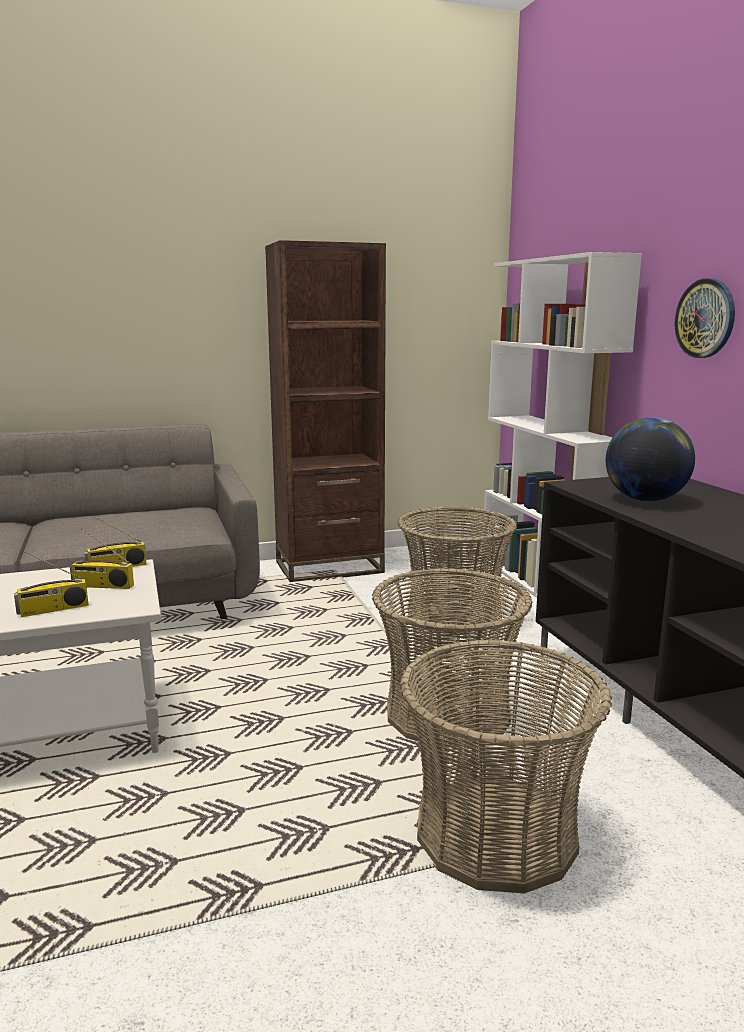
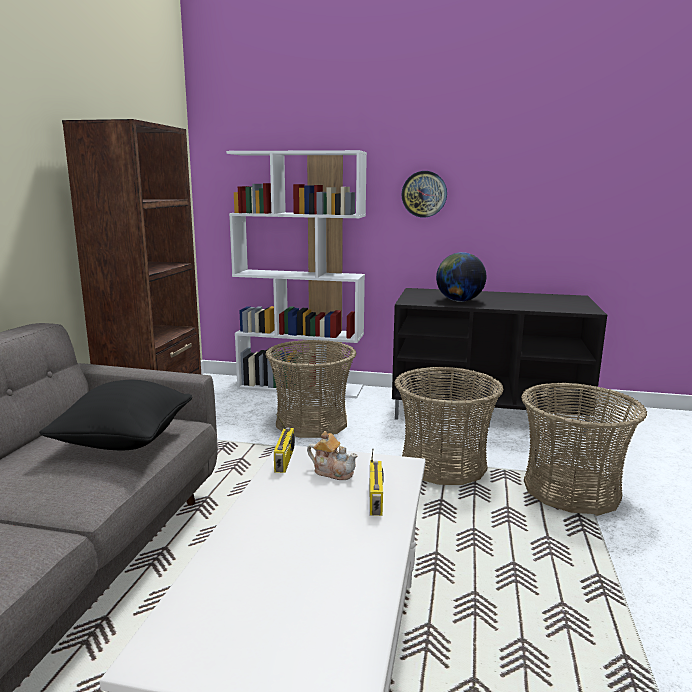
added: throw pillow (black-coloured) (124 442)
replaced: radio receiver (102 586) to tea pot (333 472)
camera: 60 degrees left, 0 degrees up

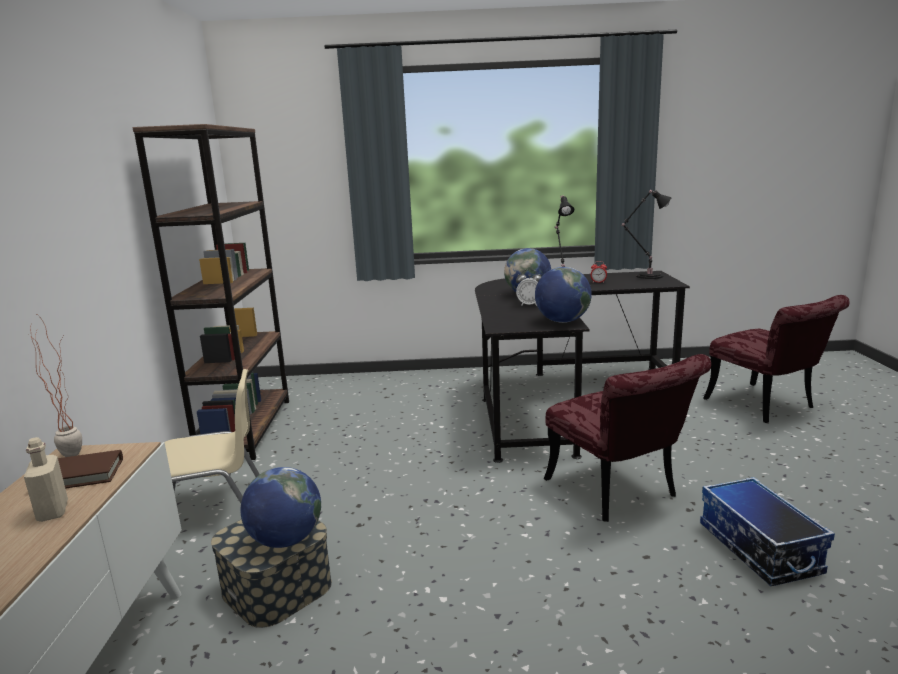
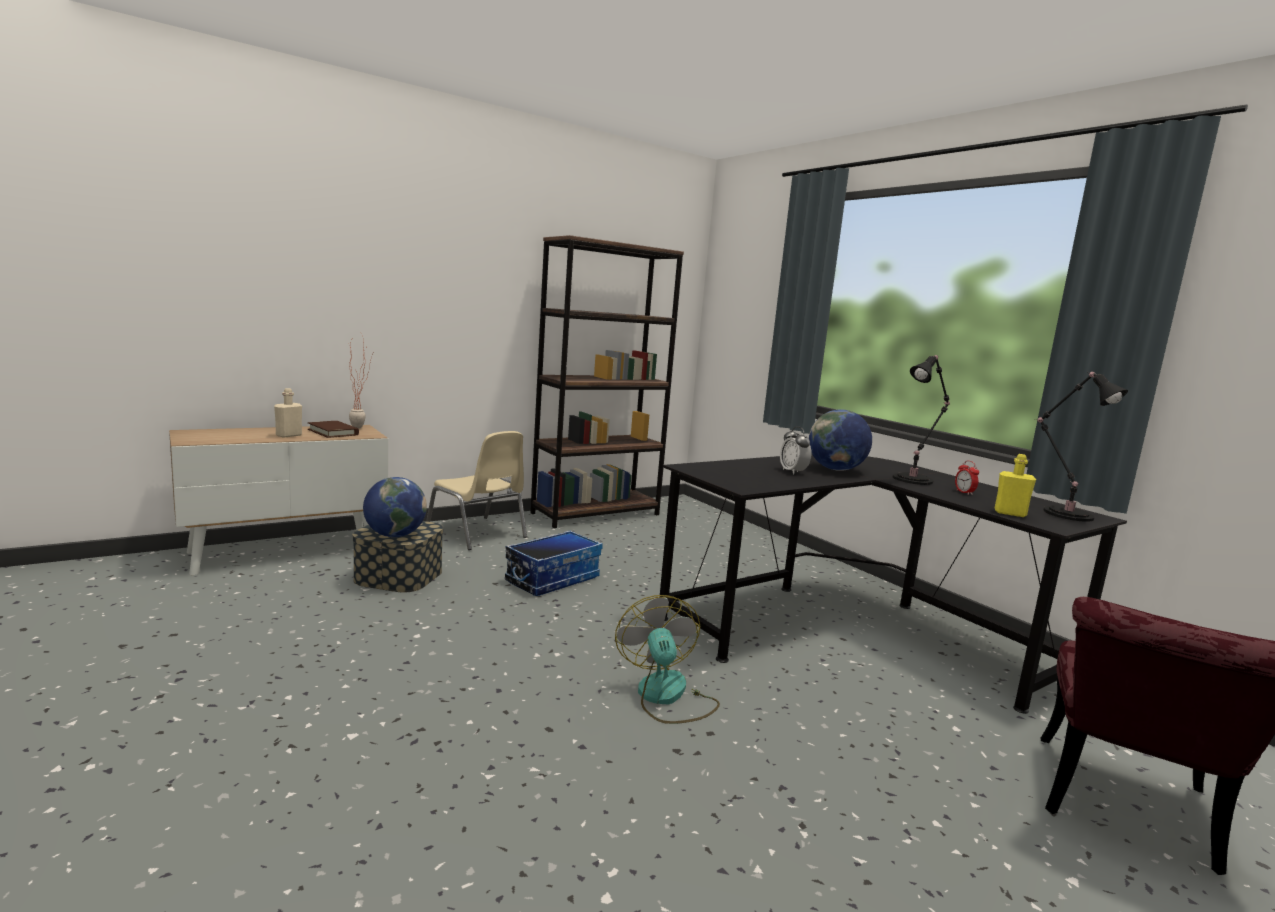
removed: desk globe (562 321)
added: beverage bottle (yellow-coloured) (1010 513)
moved: storage box (757 548) to (552 579)
replaced: upright chair (red) (619 493) to cooling fan (666 697)
camera: 55 degrees right, 5 degrees down

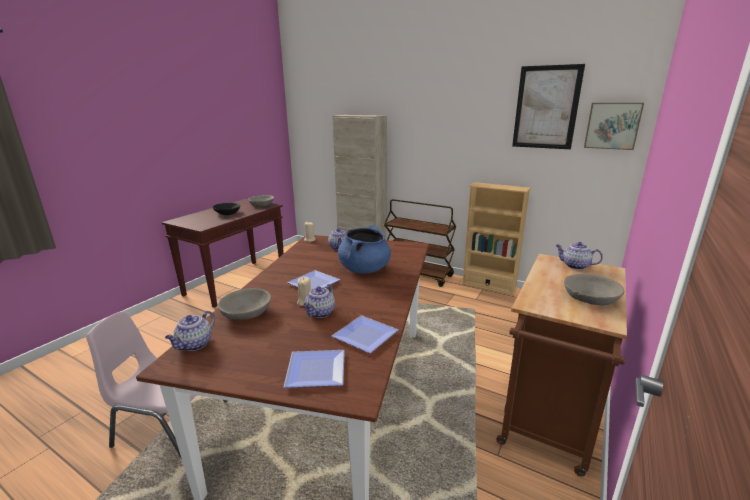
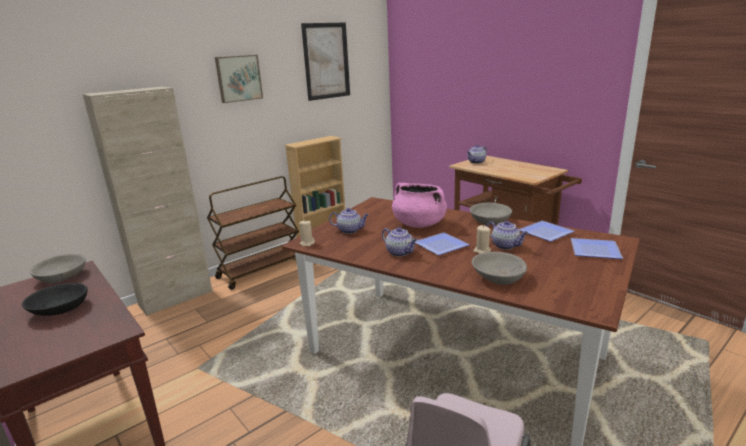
moved: tea pot (194 345) to (400 252); deep dish (grey) (590 299) to (490 221); wall art (612 125) to (238 78)
recoloured: cooking pot (blue) (364 269) to cooking pot (pink-coloured) (418 224)
camera: 70 degrees left, 0 degrees up

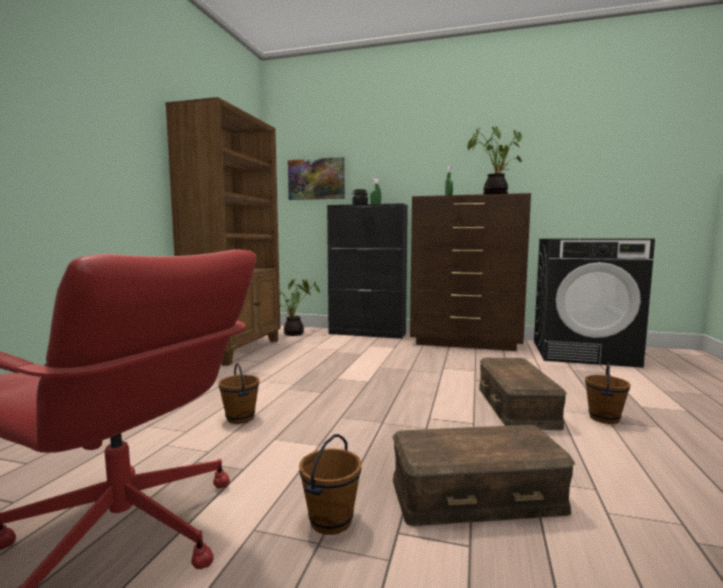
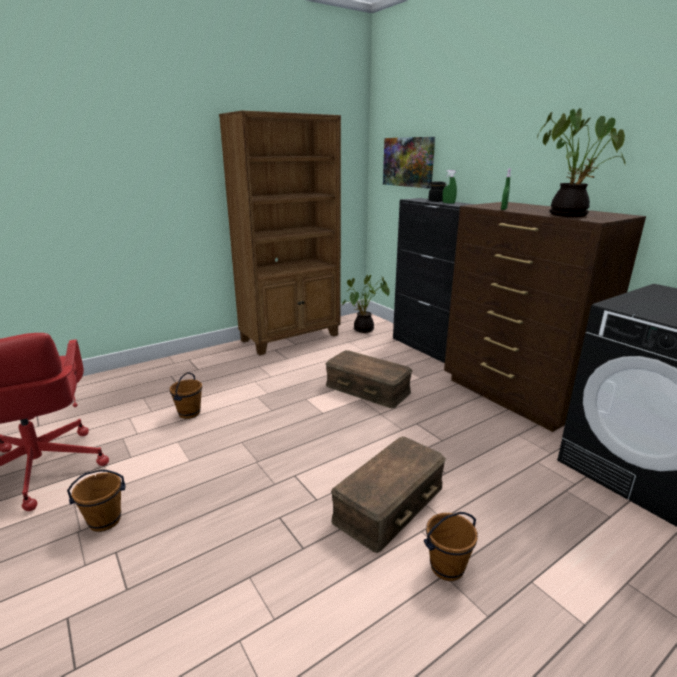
moved: storage box (brownish) (475 494) to (368 388)
camera: 40 degrees right, 15 degrees up

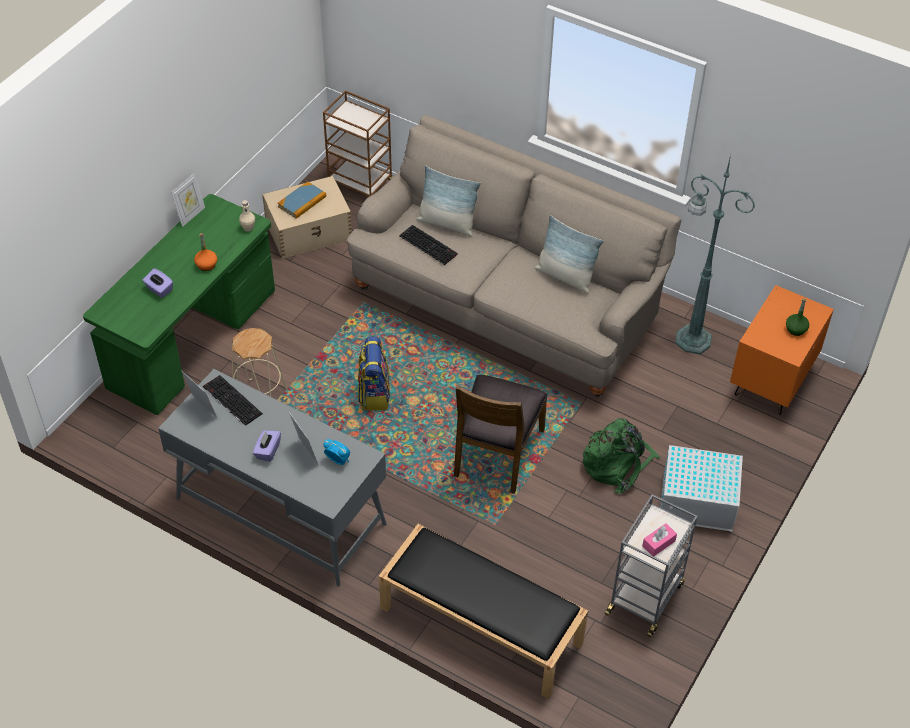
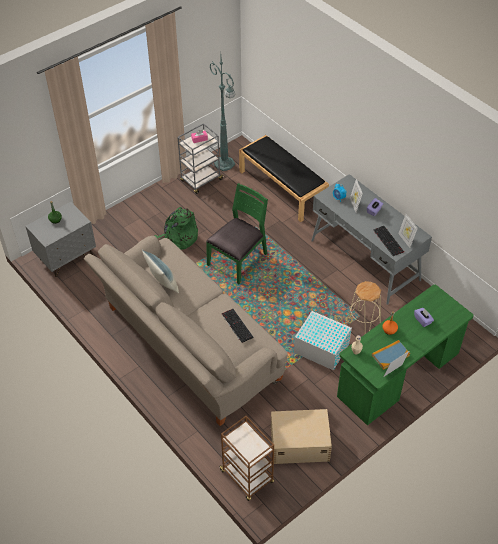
removed: rucksack (374 393); throw pillow (447 224)
moved: volume (302 202) to (390 355); storage box (whitish) (699 501) to (321 347); floor lamp (green) (691 339) to (225 164)
recoloured: upright chair (brownish) (497 453) to upright chair (green) (238 260); night table (orangey) (771 382) to night table (grey) (66 258)
camera: 160 degrees left, 0 degrees up

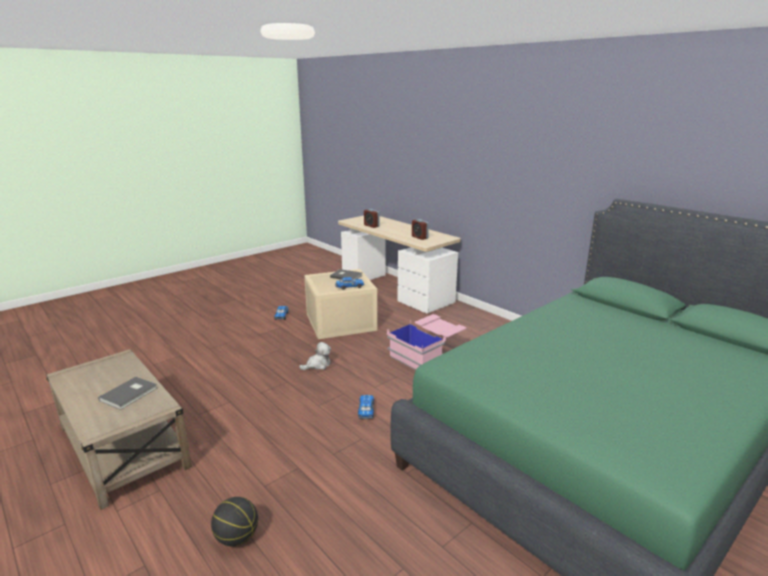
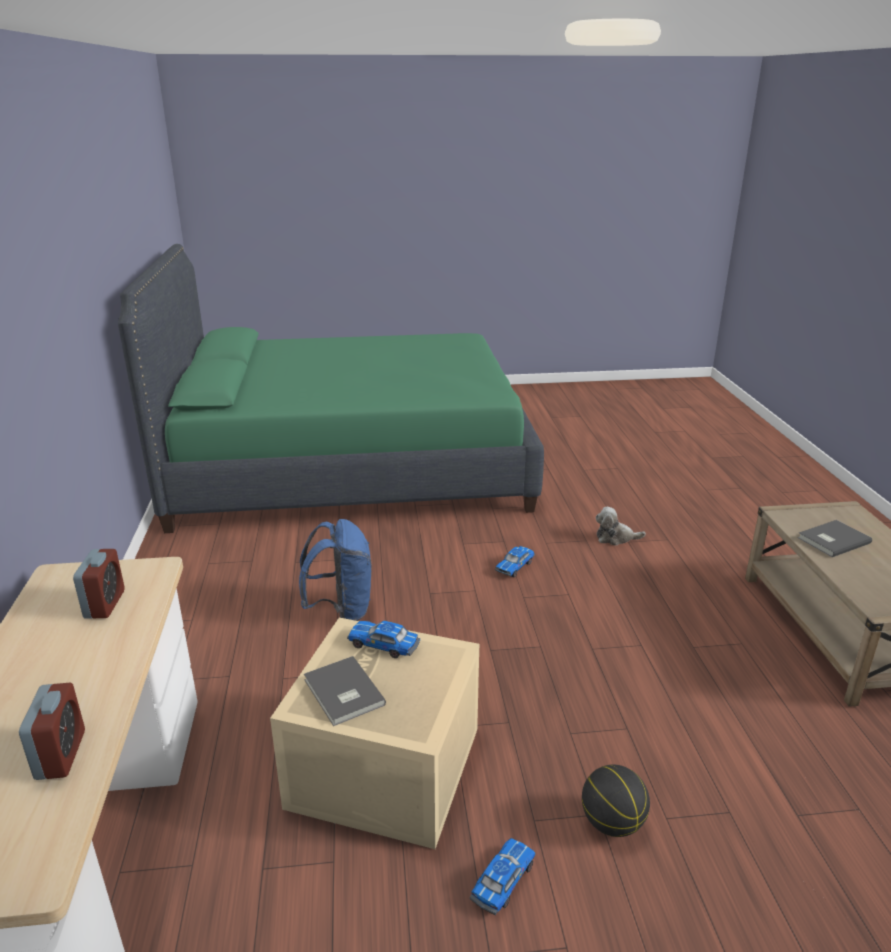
moved: basketball (237 537) to (612 823); cuddly toy (317 365) to (615 538)
replaced: storage box (pink-coloured) (427 354) to rucksack (blue) (341 610)
camera: 145 degrees left, 5 degrees up

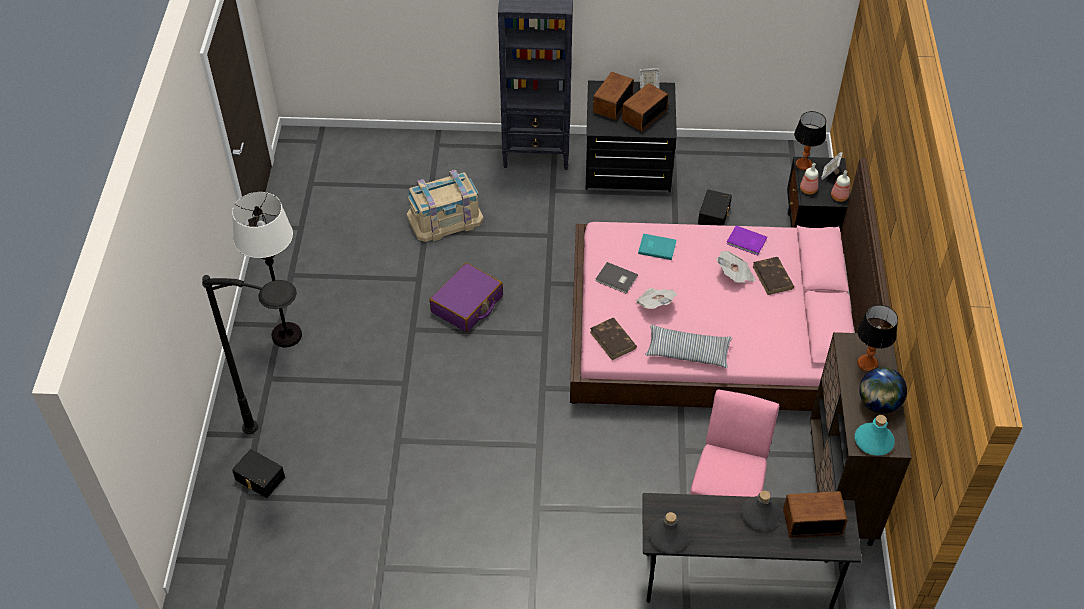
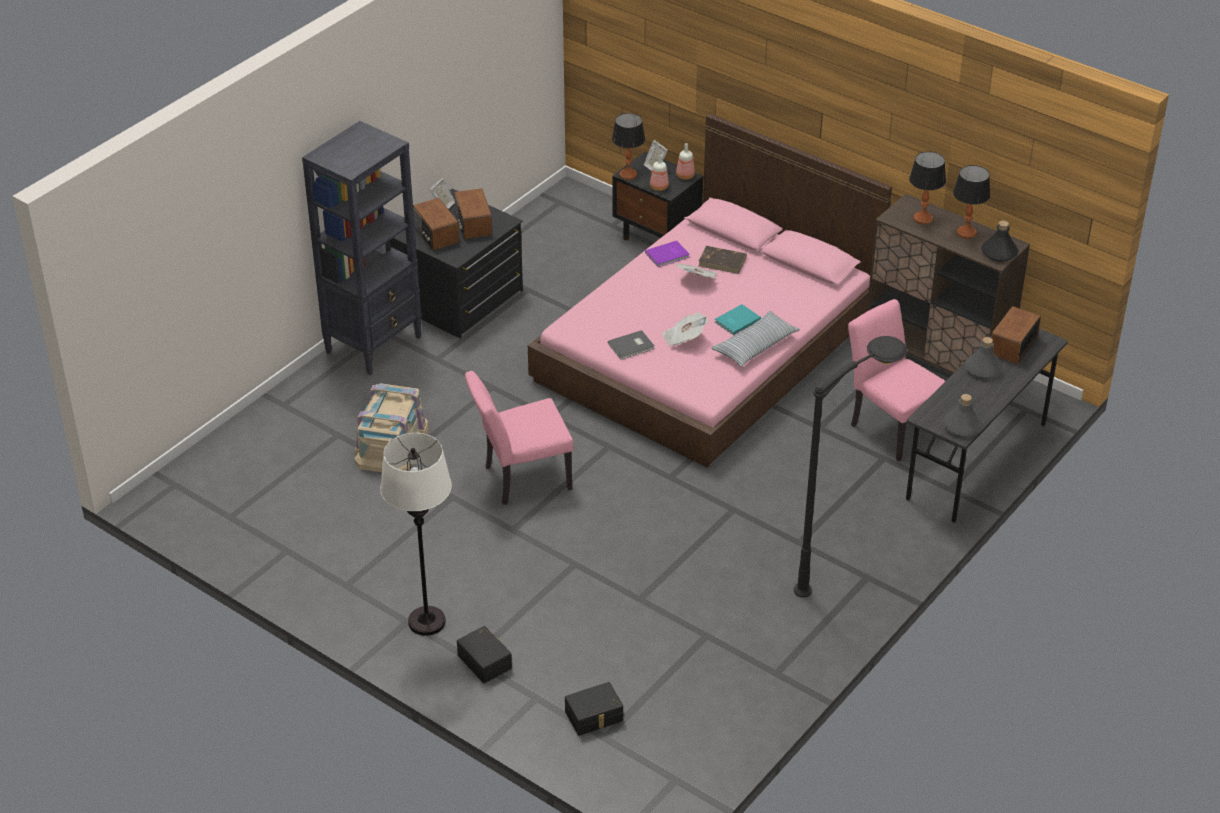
removed: volume (brownish) (613 340)
moved: floor lamp (black-coloured) (295 441) to (846 567); volume (blue-green) (656 247) to (736 321); storage box (black-coloured) (715 215) to (485 661)
replaced: travel case (purplish) (467 304) to upright chair (pink-coloured) (520 479); desk globe (878 403) to tabletop lamp (966 233)
recoloured: beverage bottle (blue-green) (873 441) to beverage bottle (black-coloured) (999 253)
camera: 55 degrees left, 10 degrees down

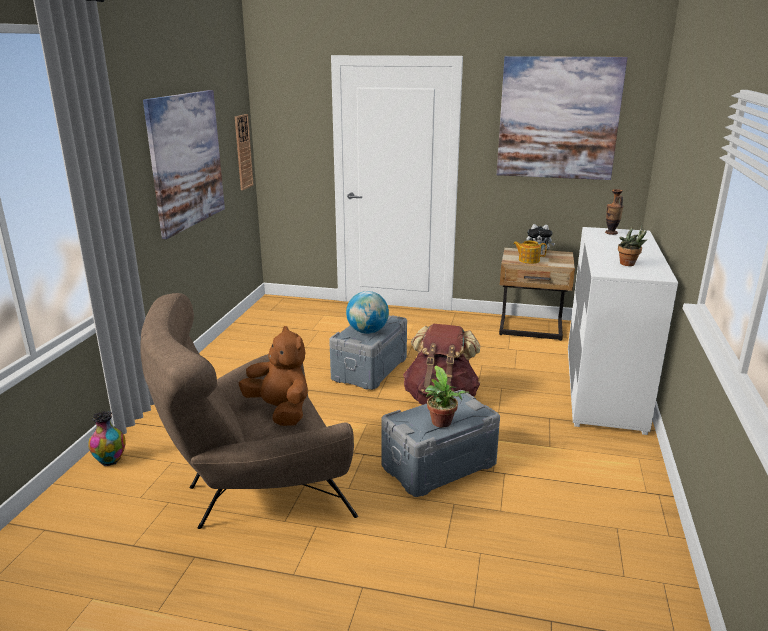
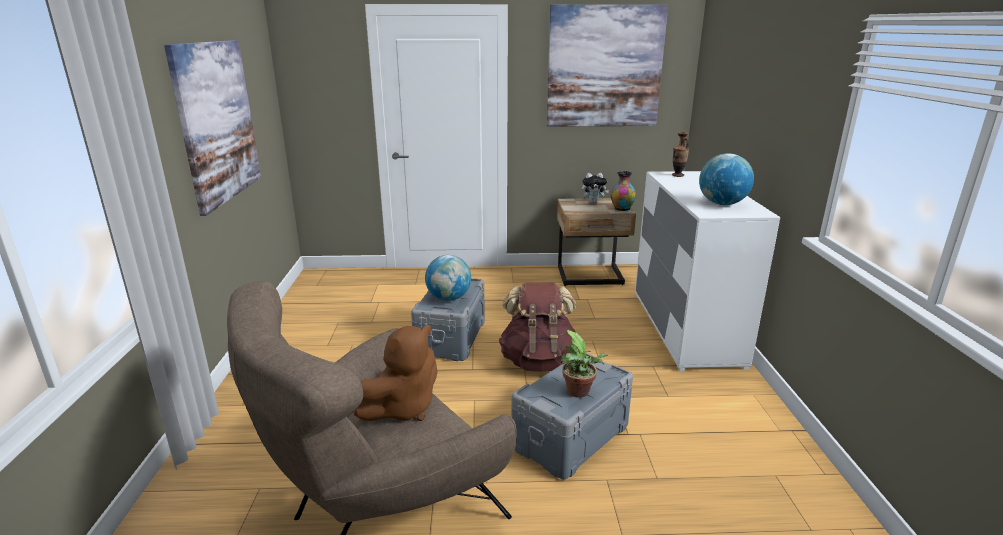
removed: hanging clock (243 152); tea pot (528 260)
moved: flower vase (110 460) to (621 209)
replaced: houseplant (629 264) to desk globe (722 204)
turned: cuddly toy (brownish) (280 411) = (403 408) 105 degrees clockwise
camera: 15 degrees left, 0 degrees up

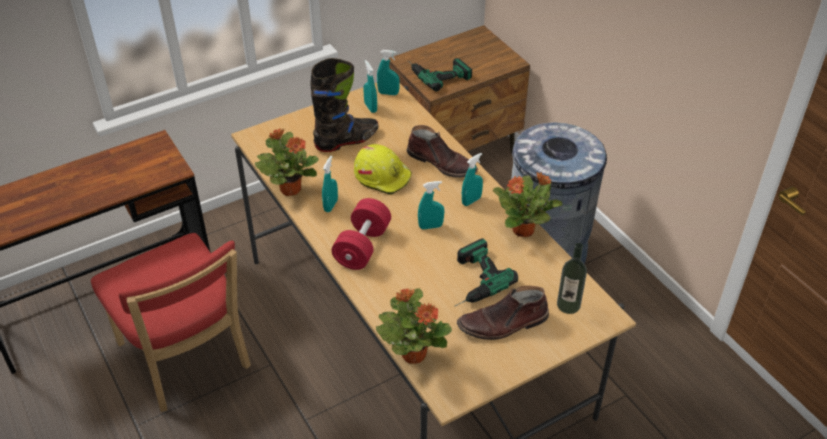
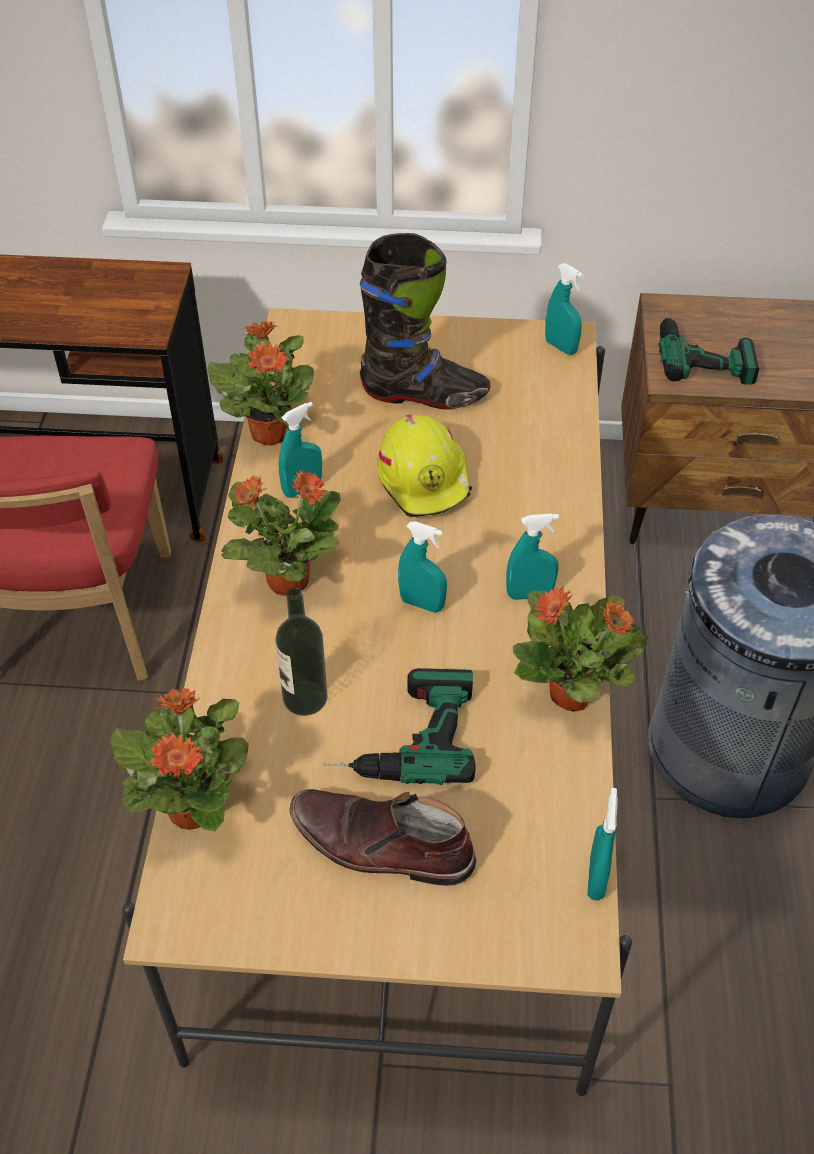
removed: boot (brownish) (442 163)
moved: sprayer (blue-green) (370 107) to (596 878); beverage bottle (568 305) to (305 697)
replaced: dumbbell (red) (362 246) to houseplant (286 580)
camera: 35 degrees right, 5 degrees up

